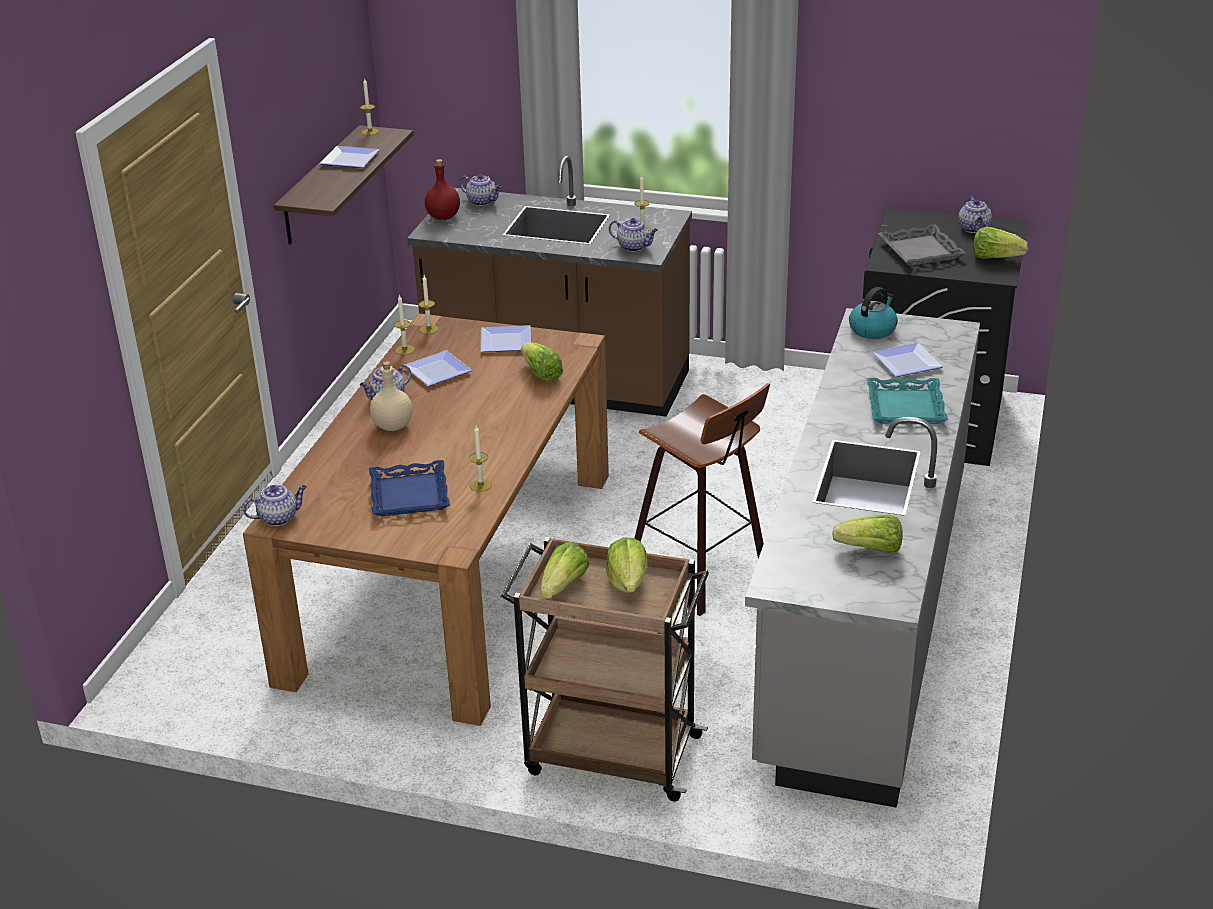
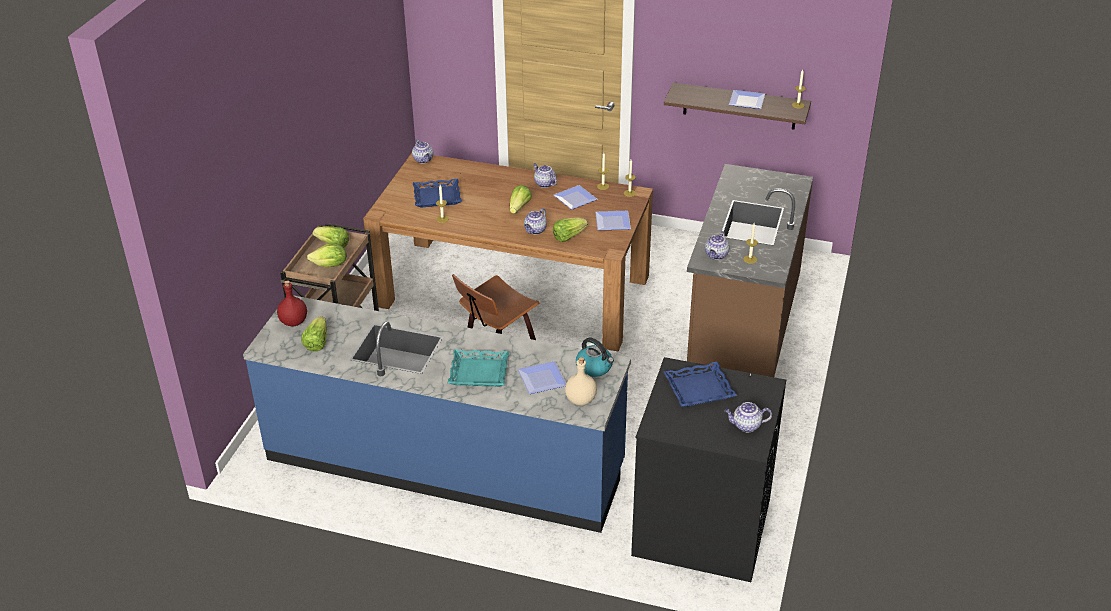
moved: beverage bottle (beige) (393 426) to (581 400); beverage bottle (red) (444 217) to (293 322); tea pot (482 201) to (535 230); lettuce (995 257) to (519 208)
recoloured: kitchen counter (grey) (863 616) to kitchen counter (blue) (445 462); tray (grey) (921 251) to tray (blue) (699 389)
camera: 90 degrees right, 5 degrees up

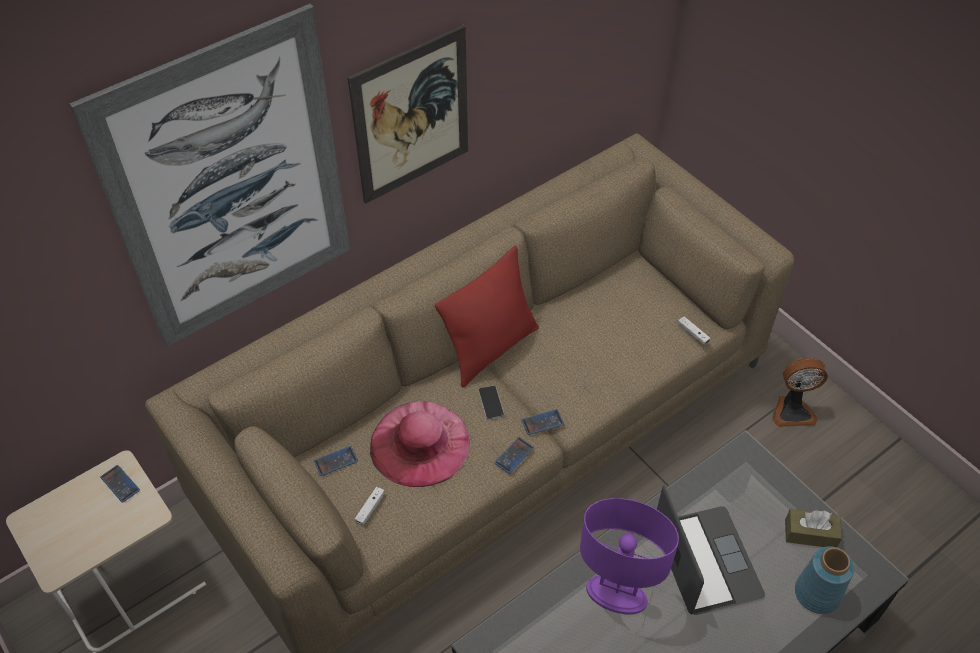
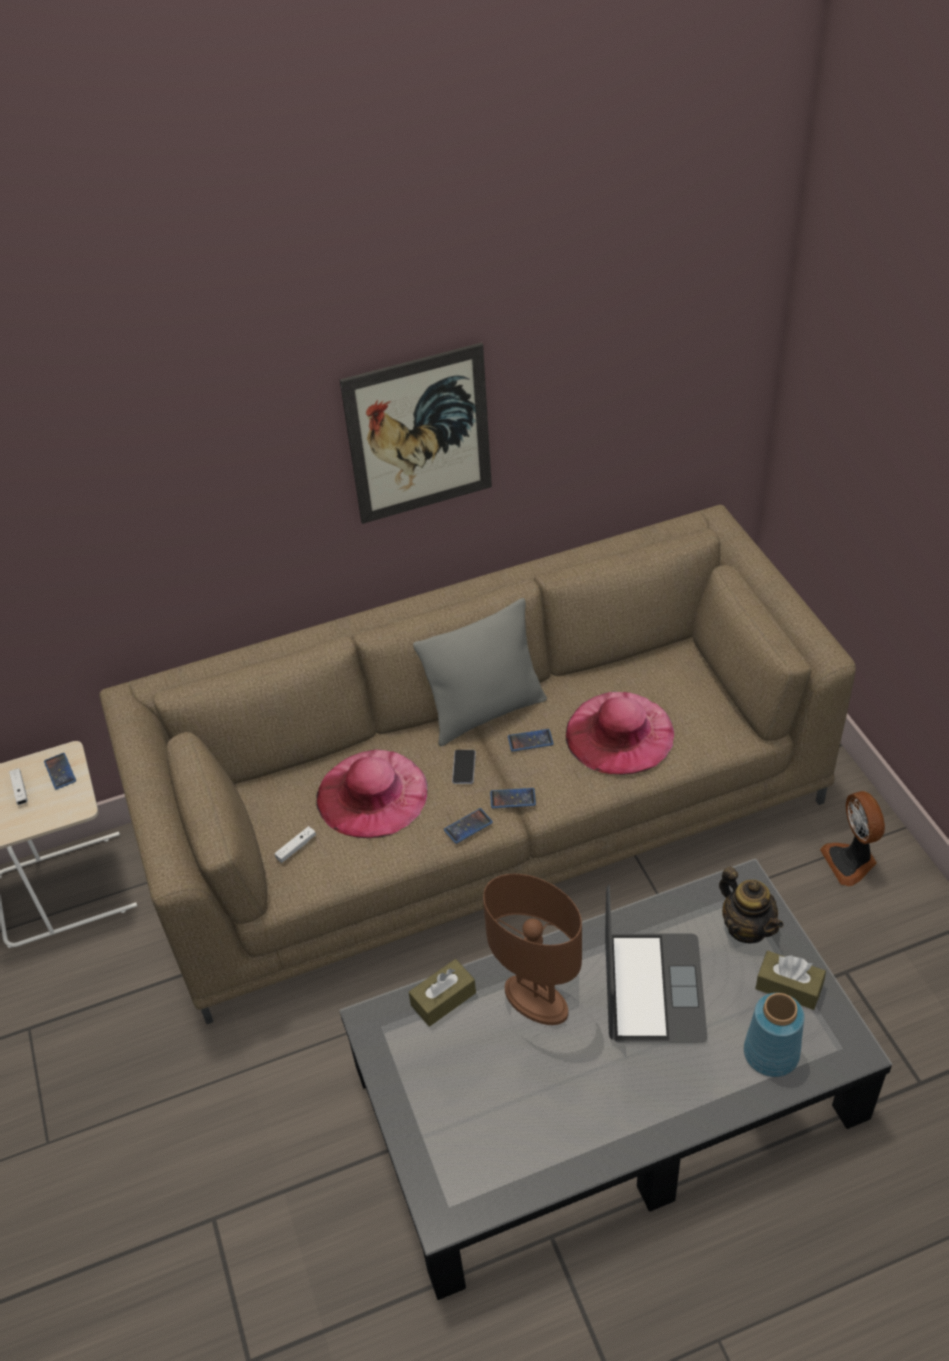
removed: wall art (230 186)
added: tissue box (brownish) (443 999); wearable hat (pink-coloured) (619 733); tea pot (747 927)
moved: telephone (336 461) to (530 741); gamepad (whitish) (693 333) to (20 790)
recoloured: throw pillow (red) (490 349) to throw pillow (grey) (486 712); tabletop lamp (purplish) (617 595) to tabletop lamp (brownish) (537 1000)
turned: cooling fan (792 410) = (851 861) 60 degrees clockwise
camera: 20 degrees right, 5 degrees down

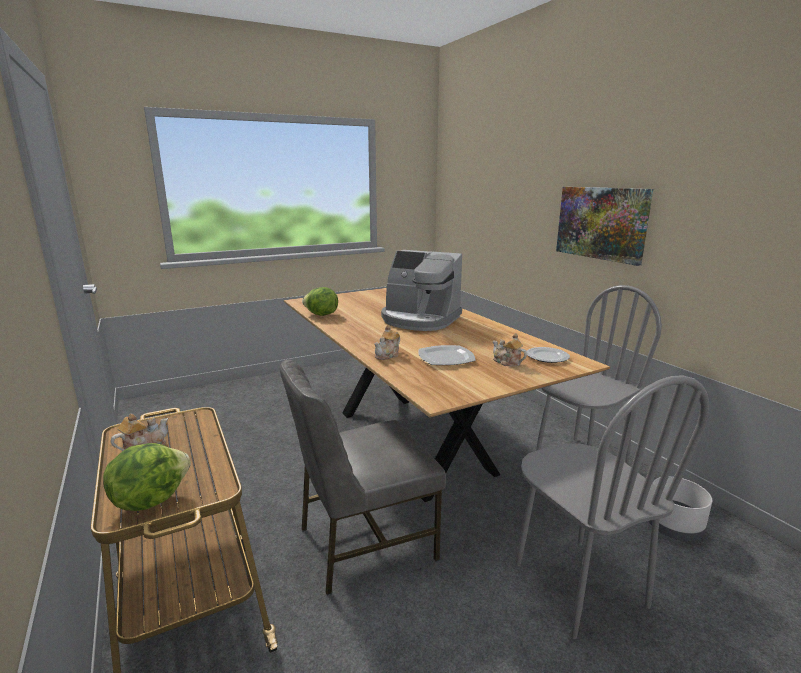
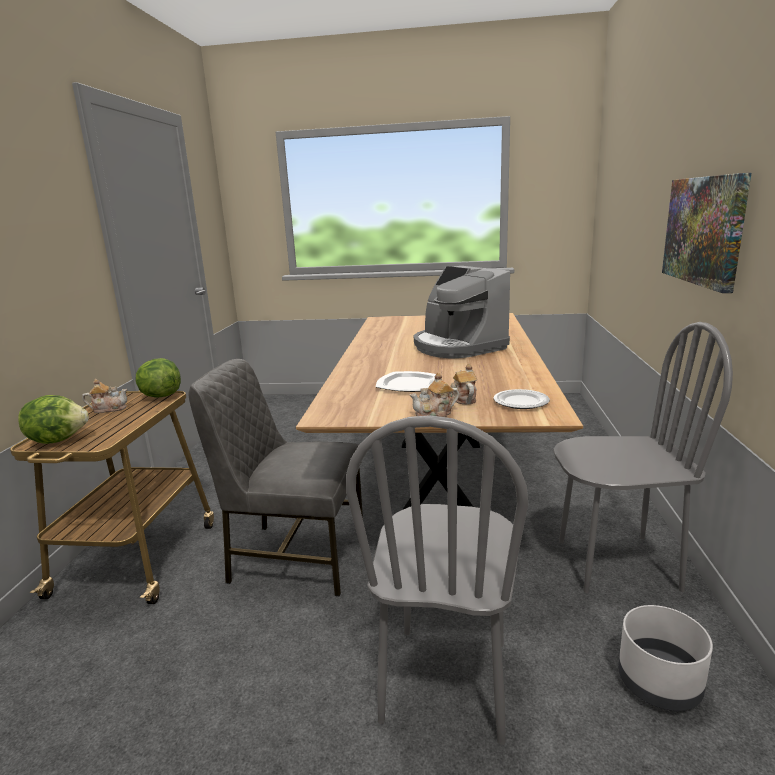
moved: lettuce (321 315) to (160 396); tea pot (388 355) to (435 413)
camera: 35 degrees right, 0 degrees up

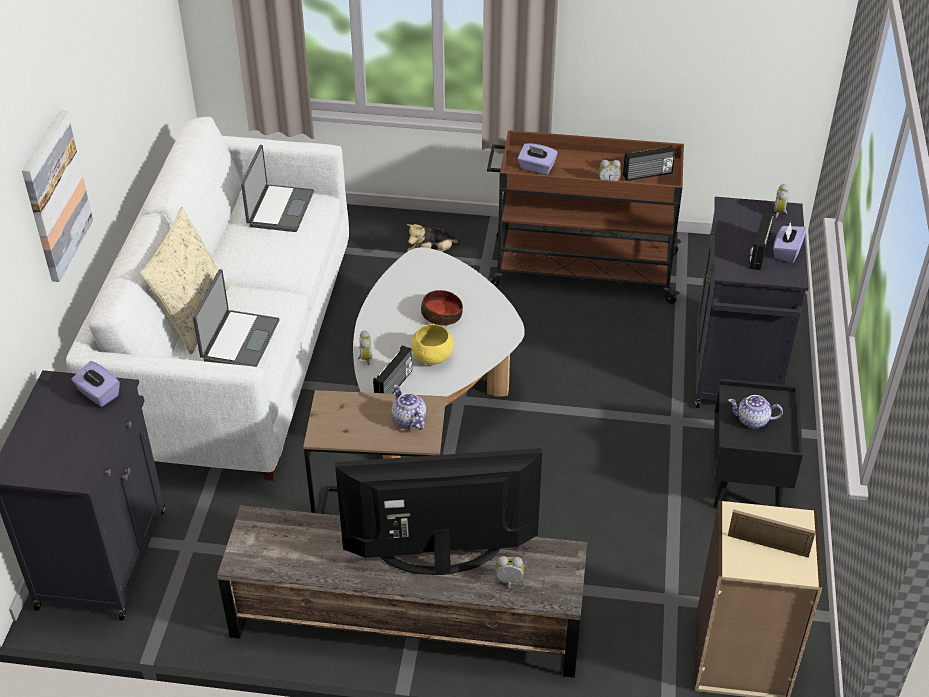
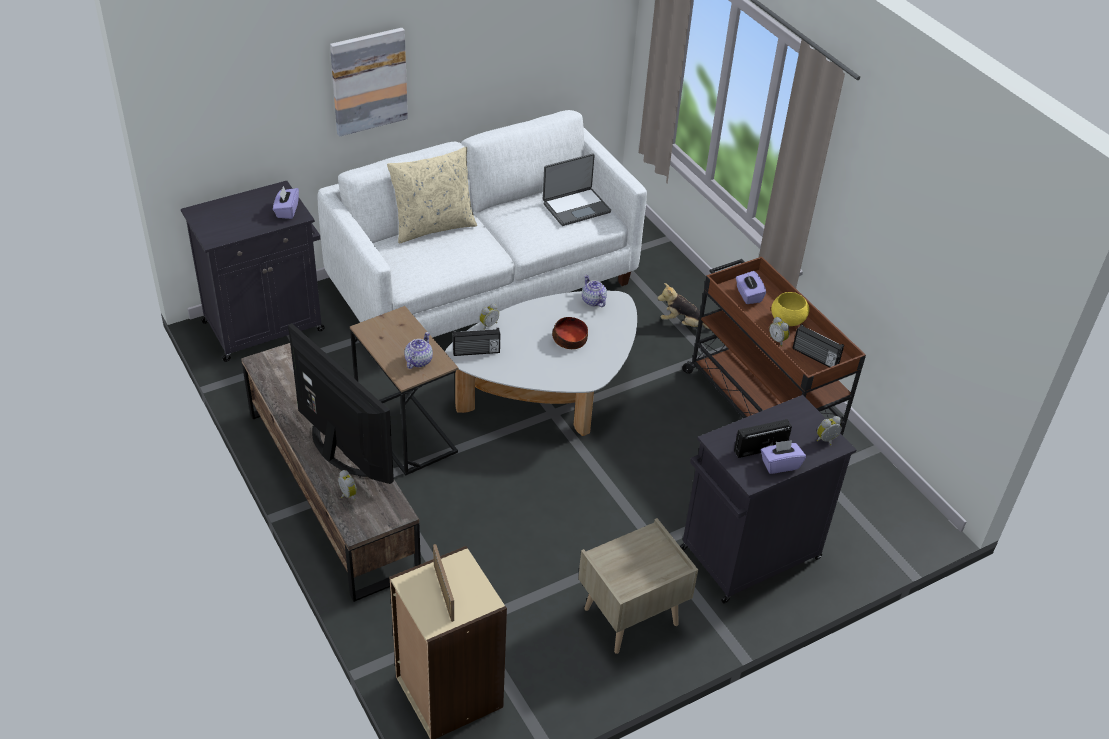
removed: laptop (239 340)
moved: deep dish (yellow-coloured) (431 357) to (787 320); tea pot (752 420) to (593 300)
recoloured: night table (black-coloured) (747 483) to night table (beige) (630 618)
camera: 50 degrees right, 0 degrees up

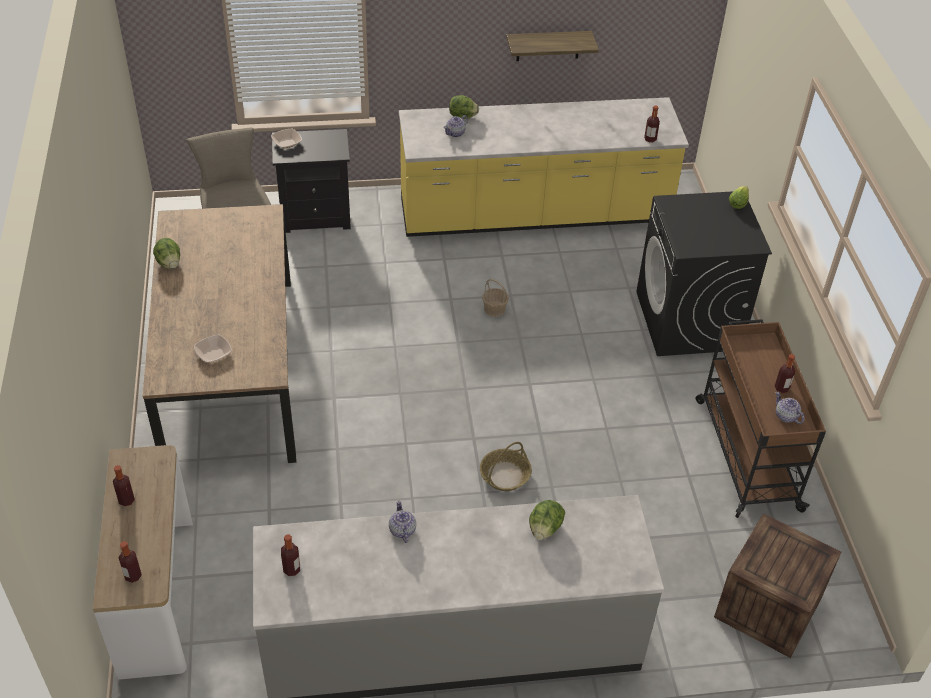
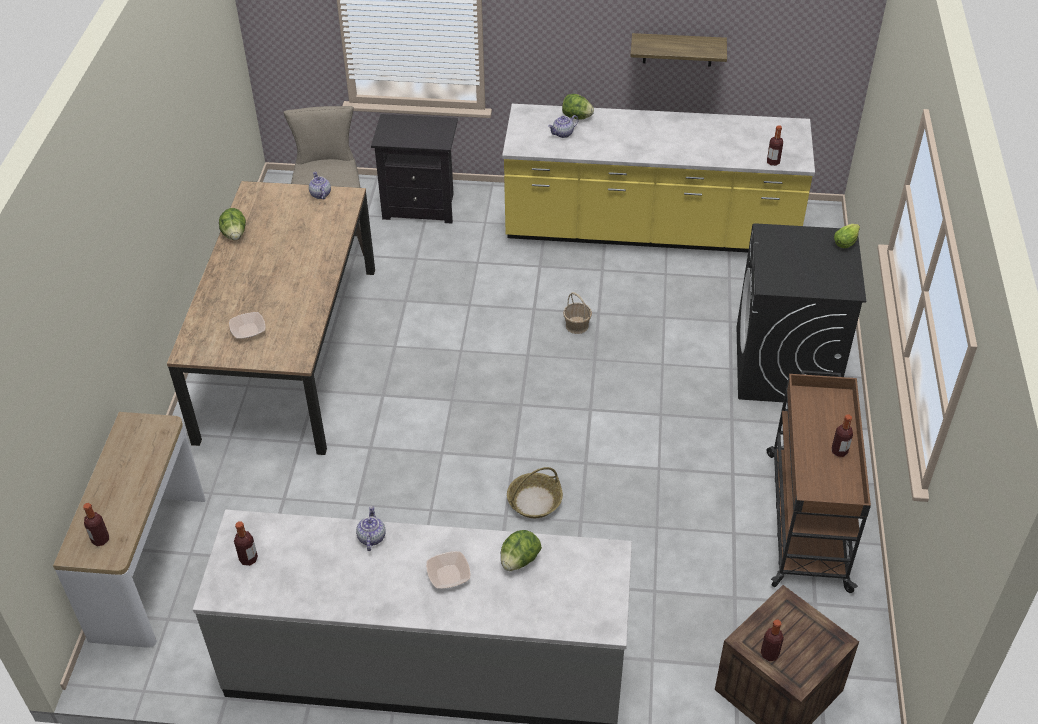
moved: beverage bottle (126 500) to (769 654); deep dish (287 143) to (448 575); tea pot (785 416) to (320 194)
camera: 15 degrees right, 0 degrees up

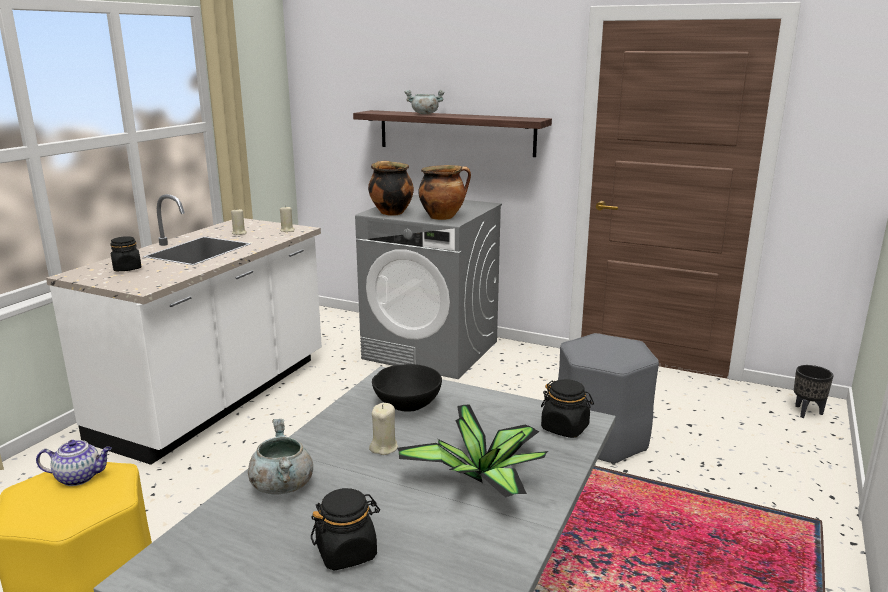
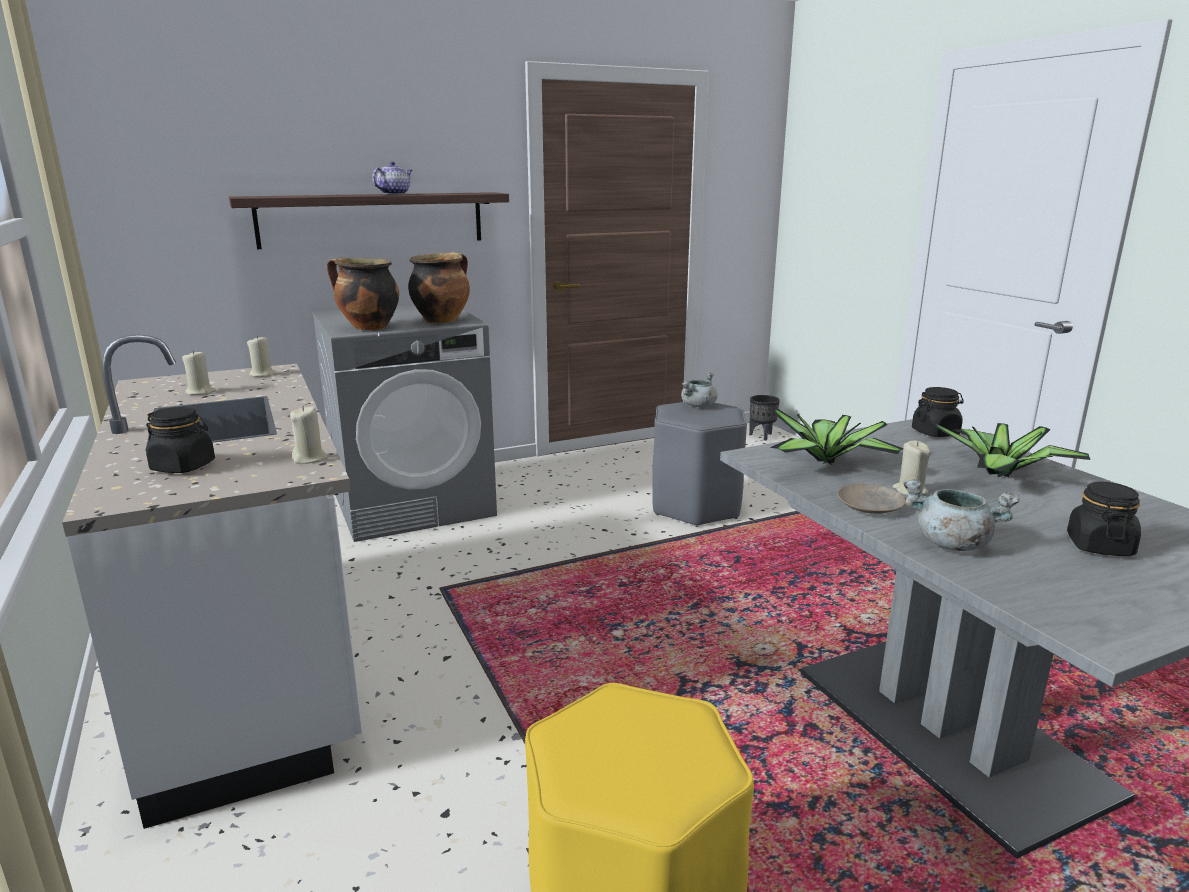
added: candle (beige) (310 458); plate (beige) (870 506)
moved: tea pot (80 477) to (394 194); cooking pot (grey) (424 114) to (698 406)
replaced: deep dish (black-coloured) (407 405) to houseplant (828 463)
camera: 50 degrees left, 0 degrees up

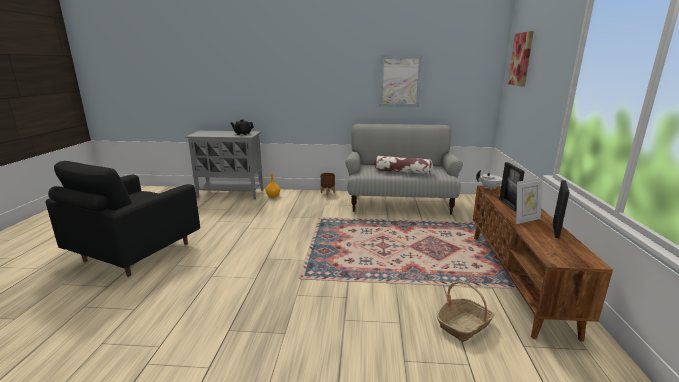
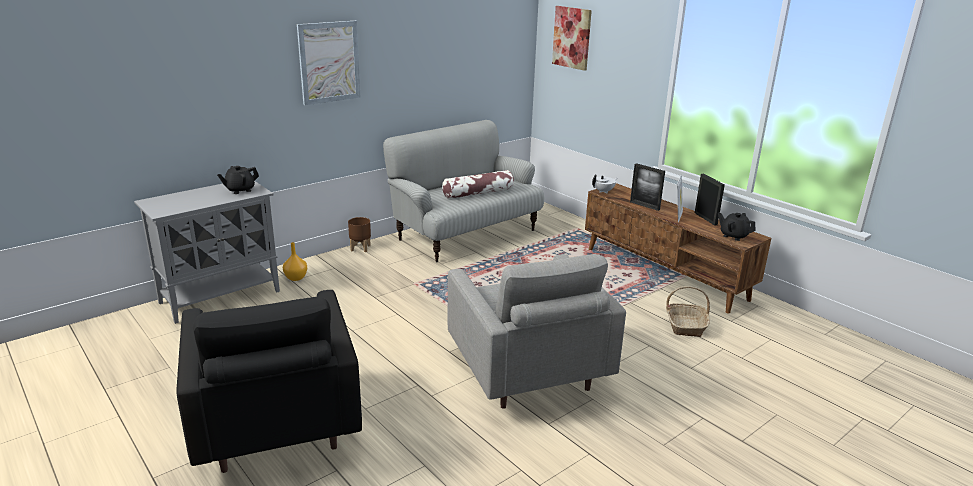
added: armchair (grey) (527 372); tea pot (black-coloured) (733 236)
moved: wall art (400 81) to (329 62)
camera: 45 degrees left, 5 degrees up

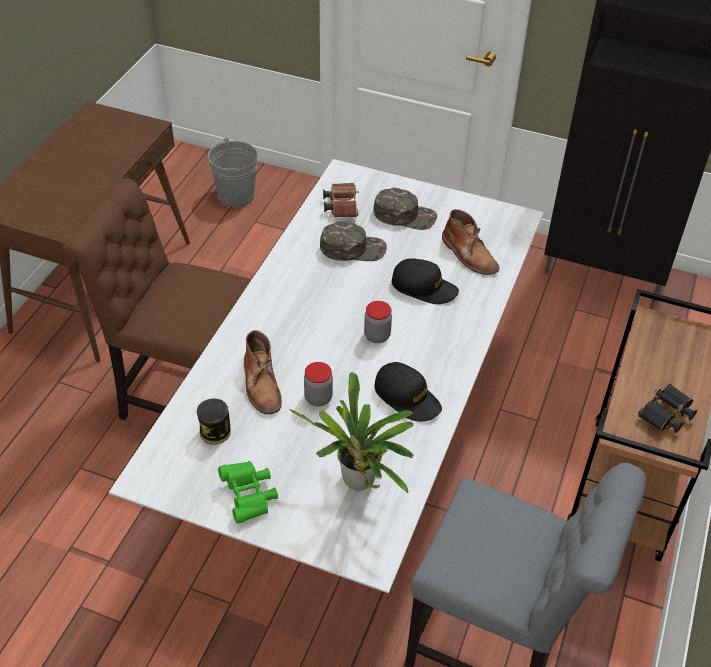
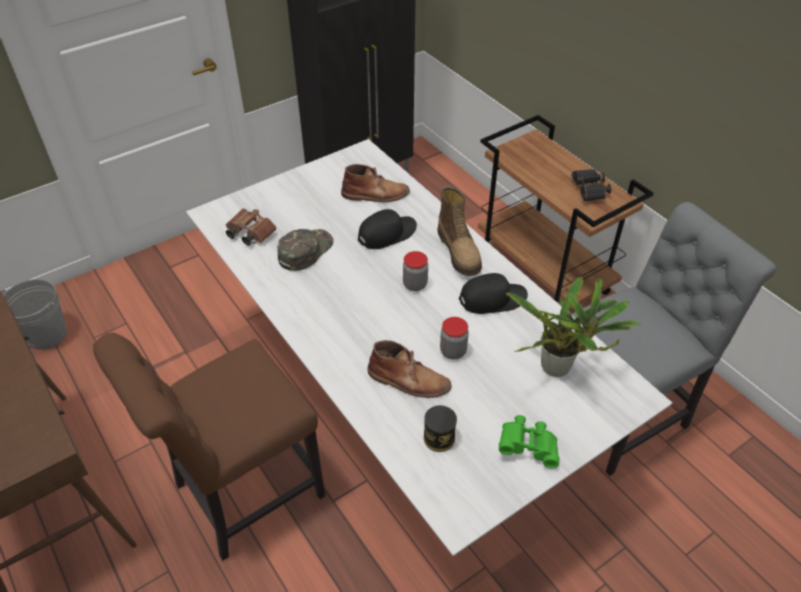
removed: peaked cap (green) (405 215)
added: boot (459 251)
camera: 55 degrees left, 0 degrees up

